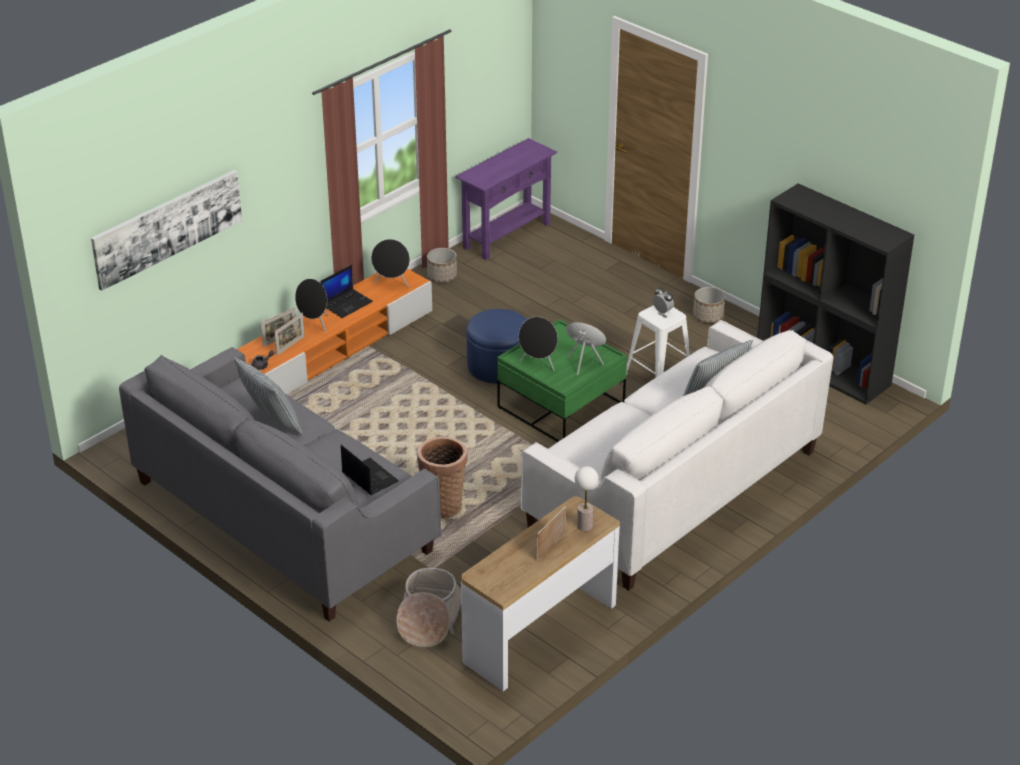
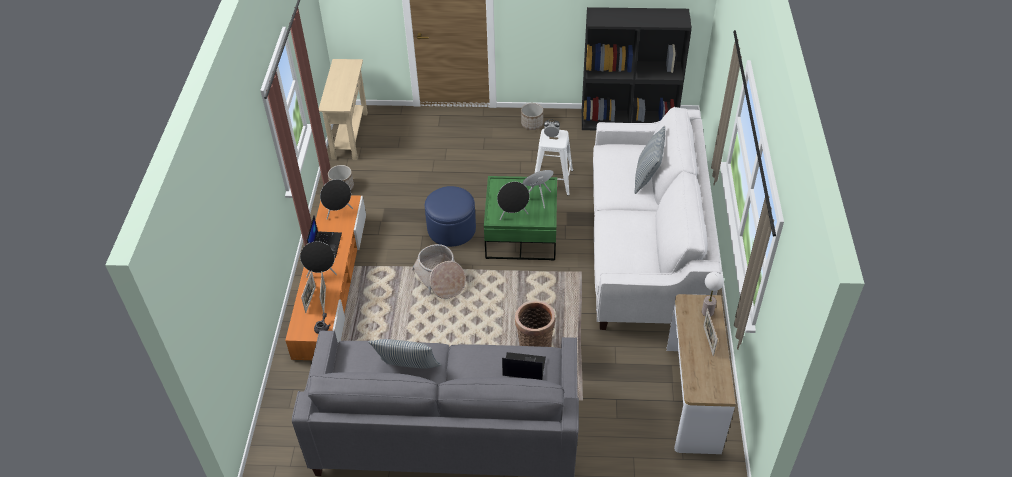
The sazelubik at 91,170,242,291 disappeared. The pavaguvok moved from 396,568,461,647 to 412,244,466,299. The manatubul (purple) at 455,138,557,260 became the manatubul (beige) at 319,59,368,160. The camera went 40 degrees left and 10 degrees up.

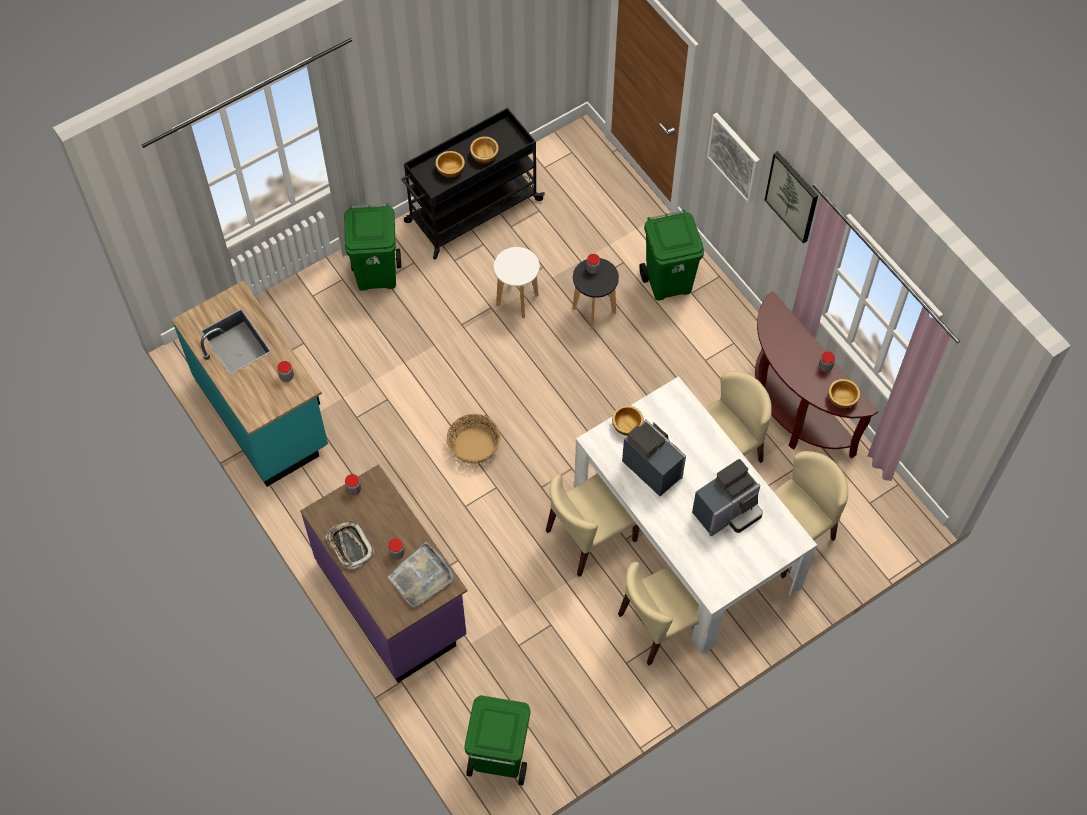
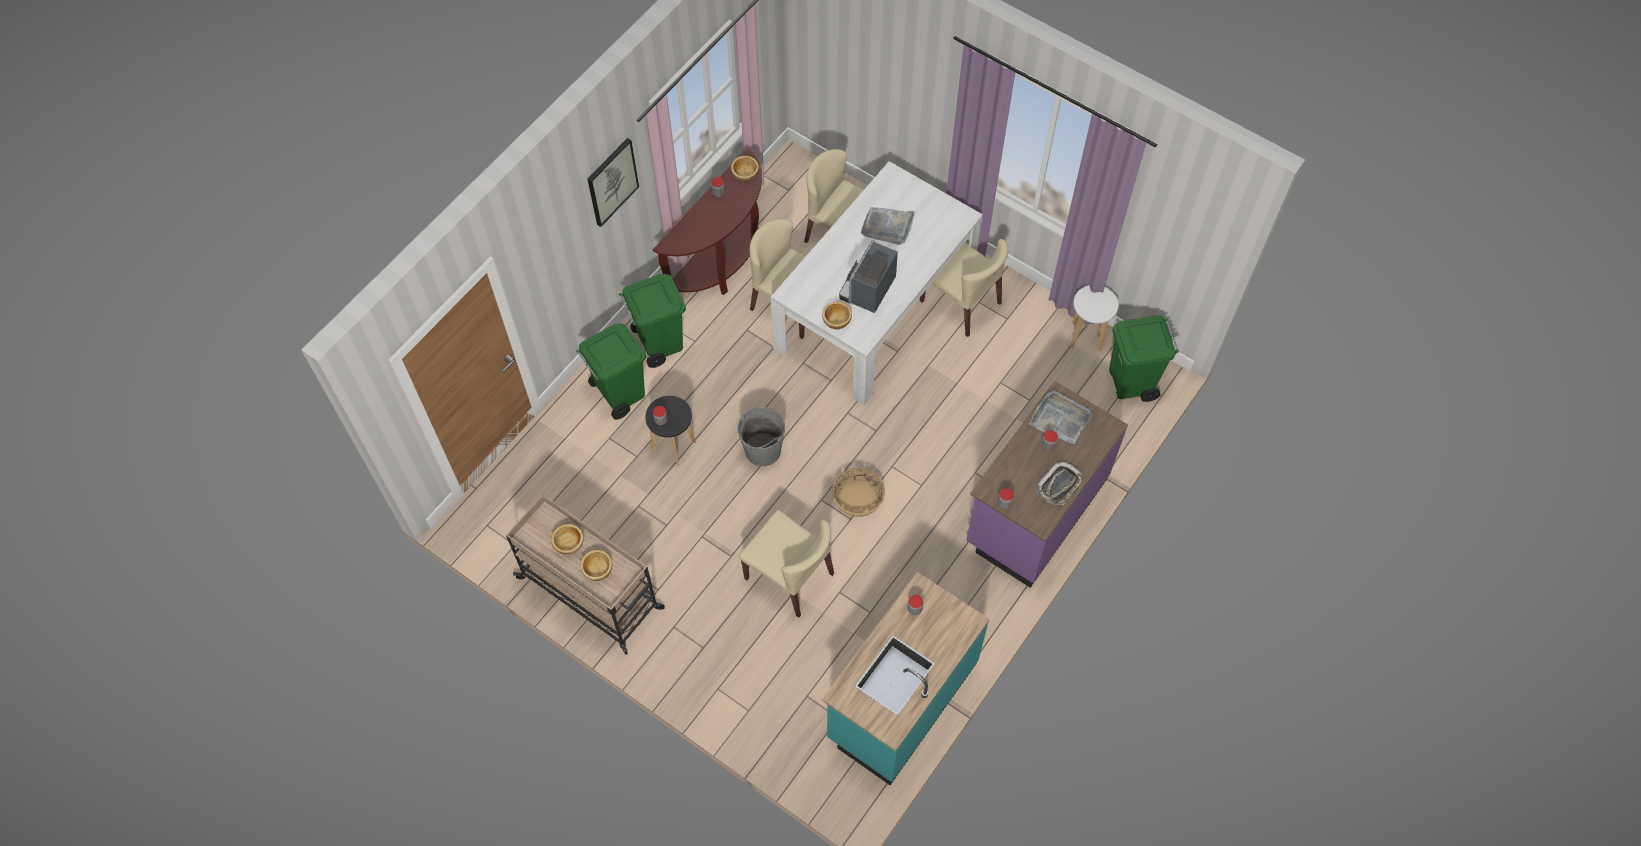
The sazelubik at 707,112,760,203 disappeared. The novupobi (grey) at 738,407,785,466 appeared. The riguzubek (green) moved from 344,204,401,291 to 619,274,686,368. The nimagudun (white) moved from 494,247,540,318 to 1070,285,1119,351. The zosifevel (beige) moved from 546,473,639,577 to 739,510,834,618. The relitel at 692,459,763,536 was replaced by the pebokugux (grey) at 861,207,915,245. The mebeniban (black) at 401,108,545,260 became the mebeniban (beige) at 506,494,665,655. The camera went 110 degrees left and 0 degrees up.

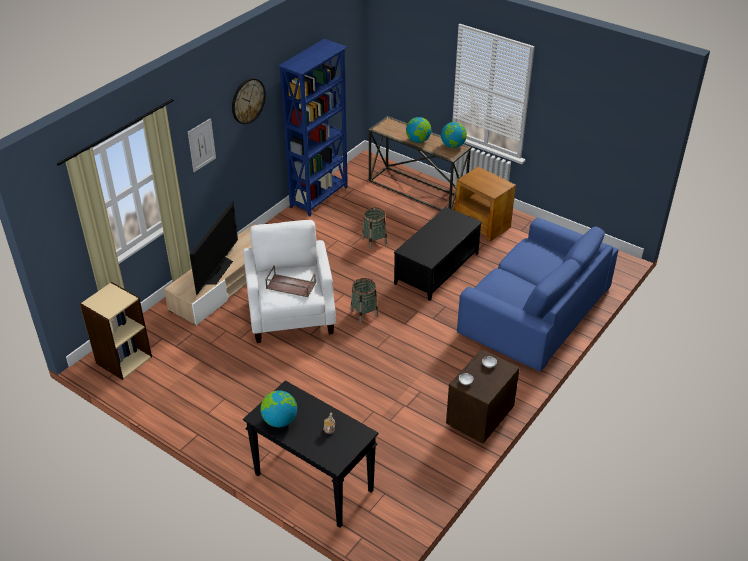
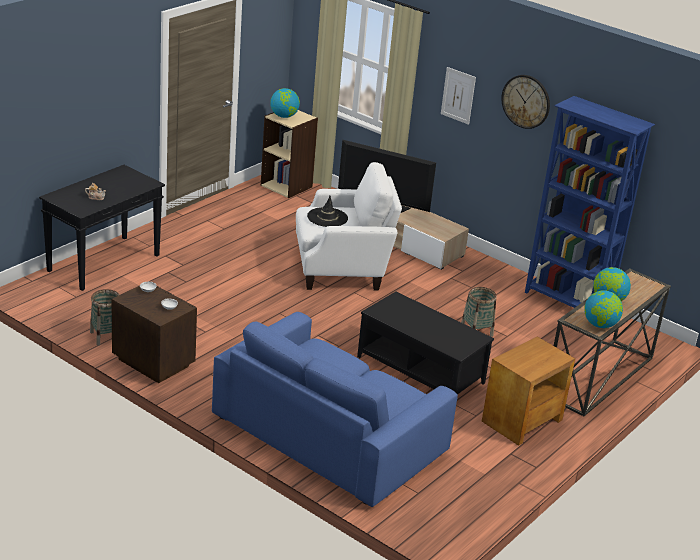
The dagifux moved from 261,390,297,427 to 270,88,300,118. The pavaguvok moved from 350,278,378,323 to 90,289,120,346. The pebokugux (brown) at 265,265,316,297 was replaced by the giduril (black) at 307,196,348,227. The camera went 90 degrees right and 10 degrees down.

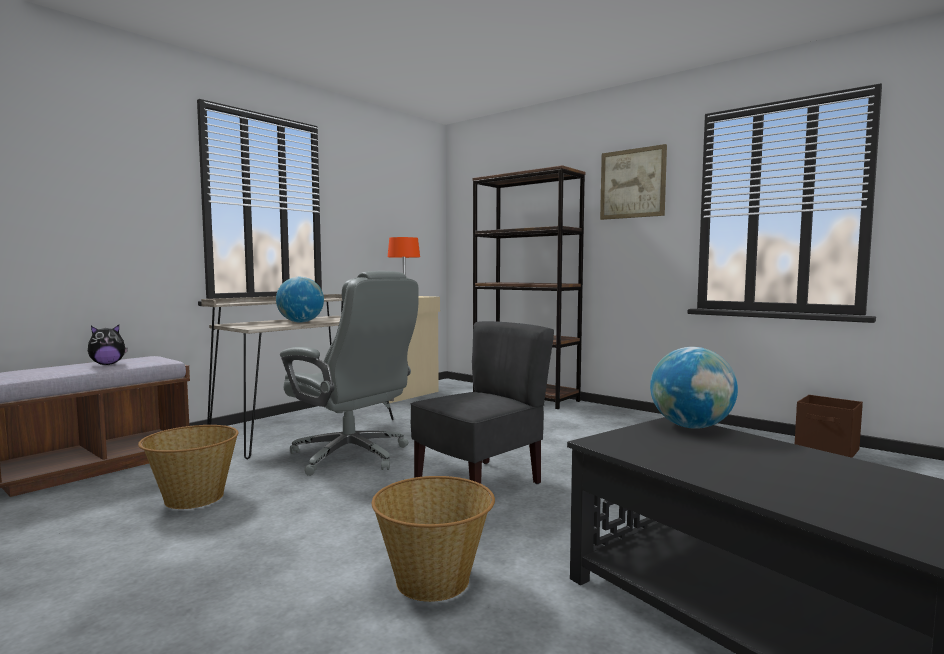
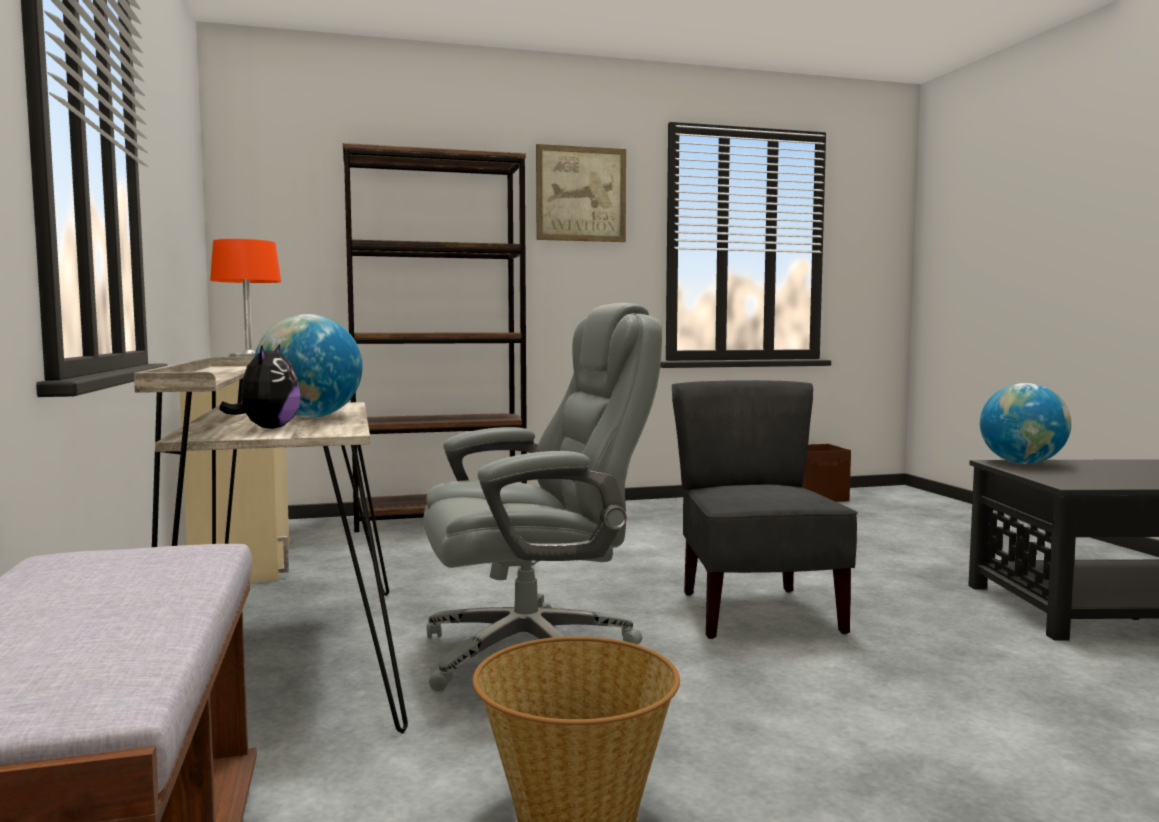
The pavaguvok at 372,476,495,602 disappeared. The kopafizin moved from 88,325,128,365 to 219,344,301,429. The camera went 55 degrees left and 0 degrees up.

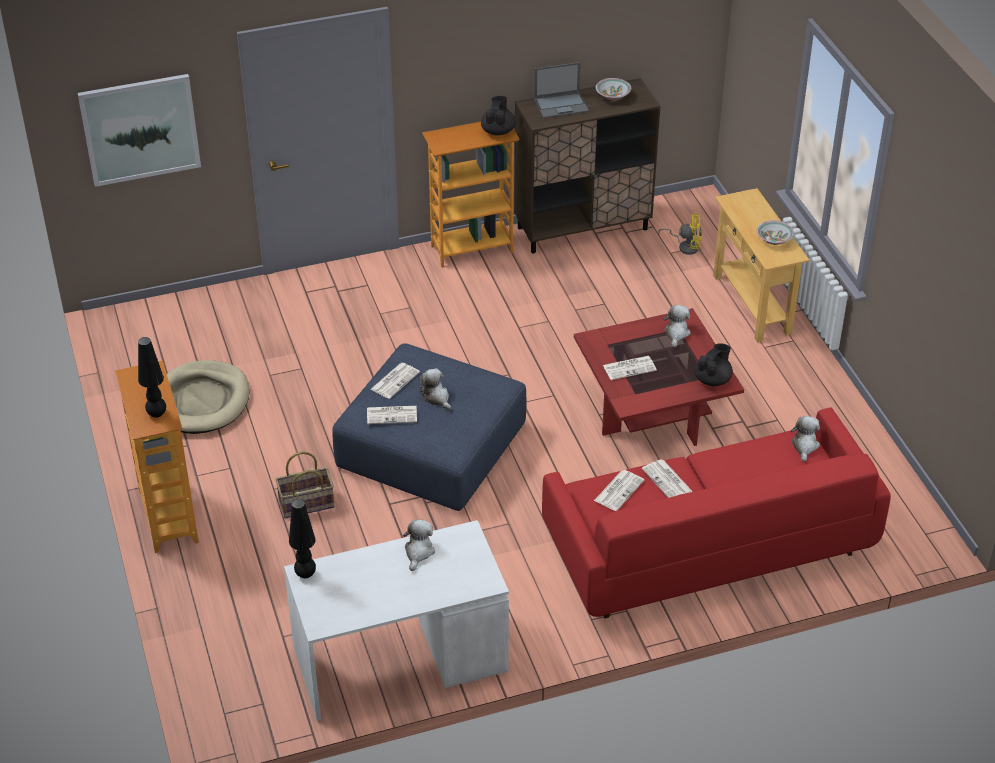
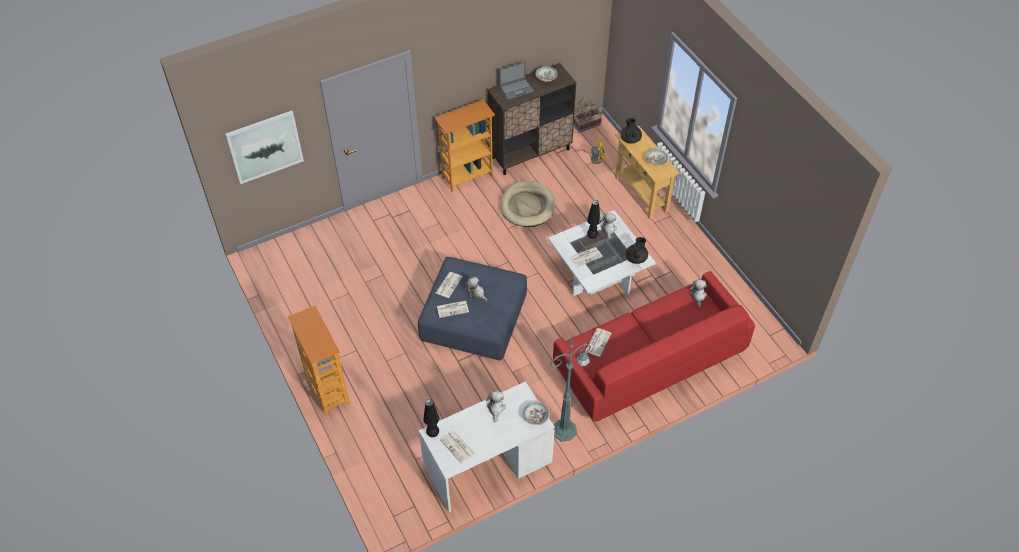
The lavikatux at 523,402,550,425 appeared. The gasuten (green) at 550,339,591,442 appeared. The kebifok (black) moved from 138,337,166,418 to 587,200,601,239. The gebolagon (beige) moved from 167,360,250,434 to 501,181,555,227. The pavaguvok moved from 275,452,334,518 to 574,98,603,133. The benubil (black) moved from 481,96,516,136 to 621,118,642,144. The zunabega moved from 642,460,693,498 to 440,431,475,463. The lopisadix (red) at 574,308,744,446 became the lopisadix (white) at 548,210,656,296. The camera went 10 degrees left and 10 degrees up.

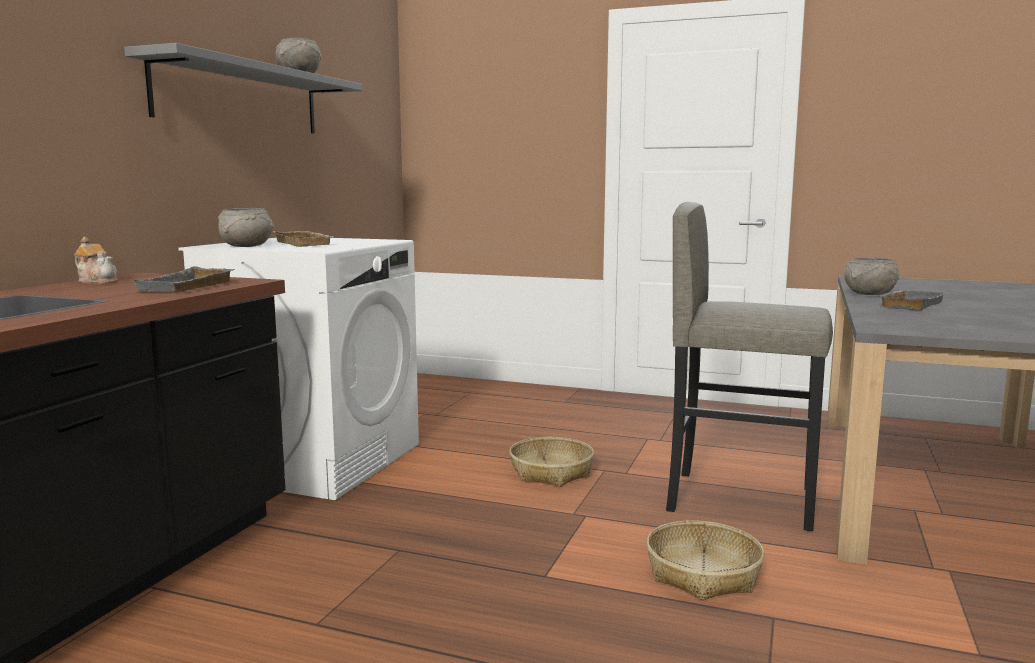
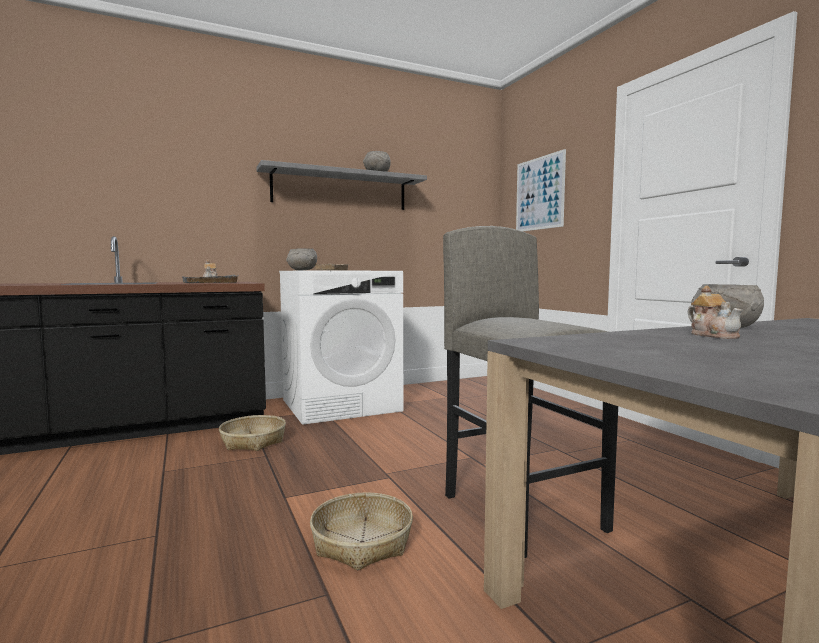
The sazelubik at 516,149,566,231 appeared. The pavaguvok moved from 509,437,594,487 to 219,415,286,451. The pebokugux (grey) at 880,290,946,310 was replaced by the benubil at 688,285,743,339. The camera went 45 degrees right and 5 degrees down.

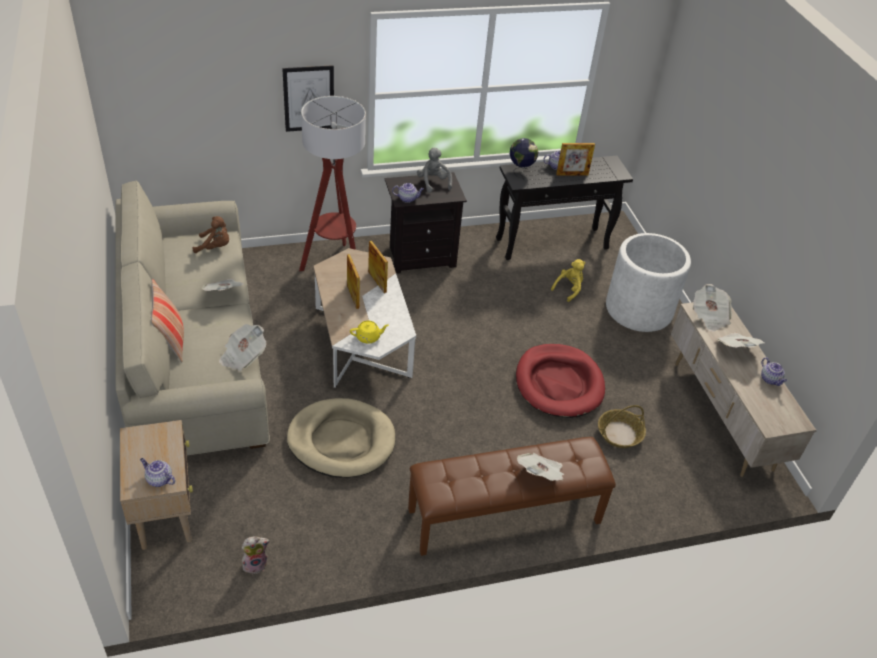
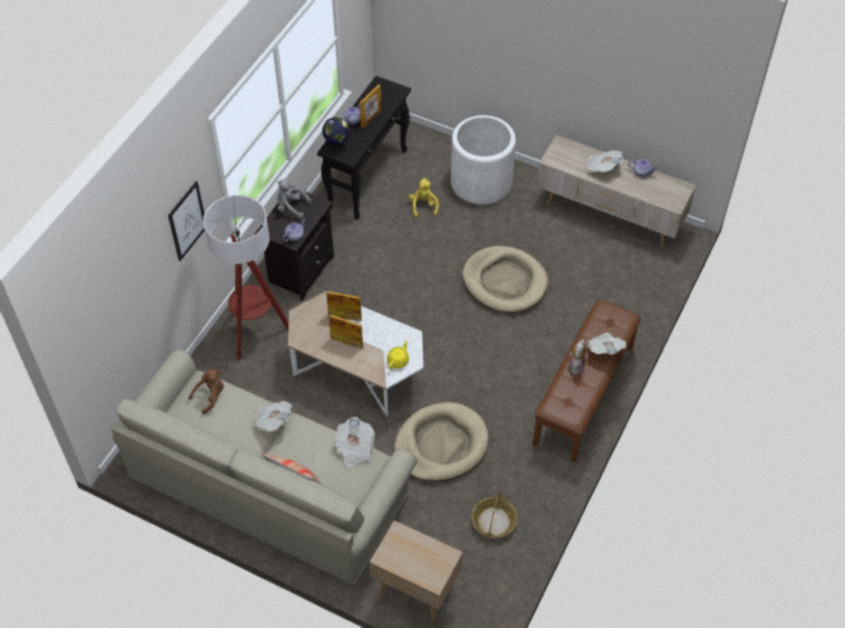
The benubil at 140,458,175,487 disappeared. The zunabega at 693,284,732,332 disappeared. The kopafizin moved from 241,536,270,574 to 569,339,586,374. The pavaguvok moved from 598,405,646,448 to 472,492,517,538. The gebolagon (red) at 516,344,605,418 became the gebolagon (beige) at 462,246,548,313. The camera went 45 degrees left and 10 degrees up.

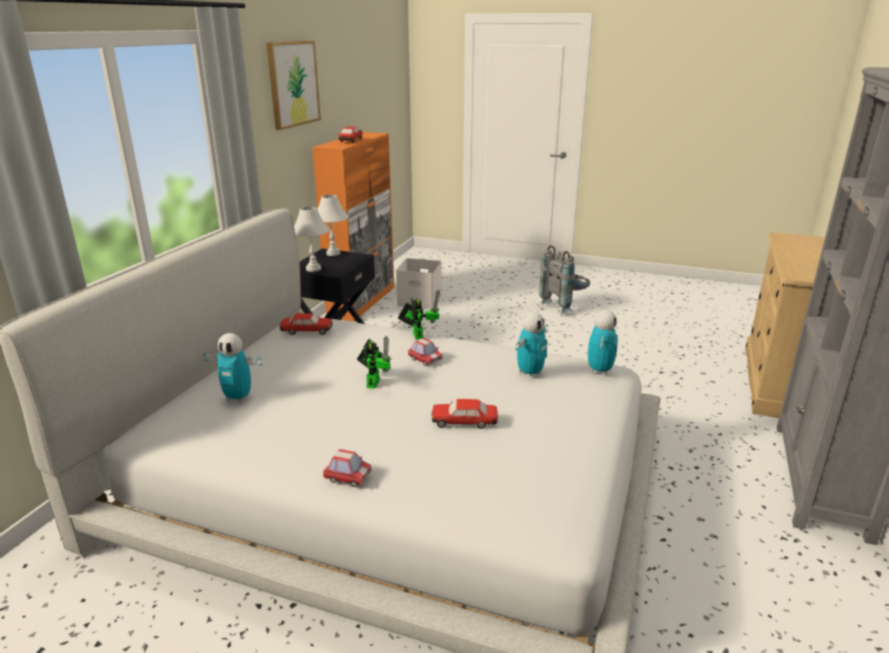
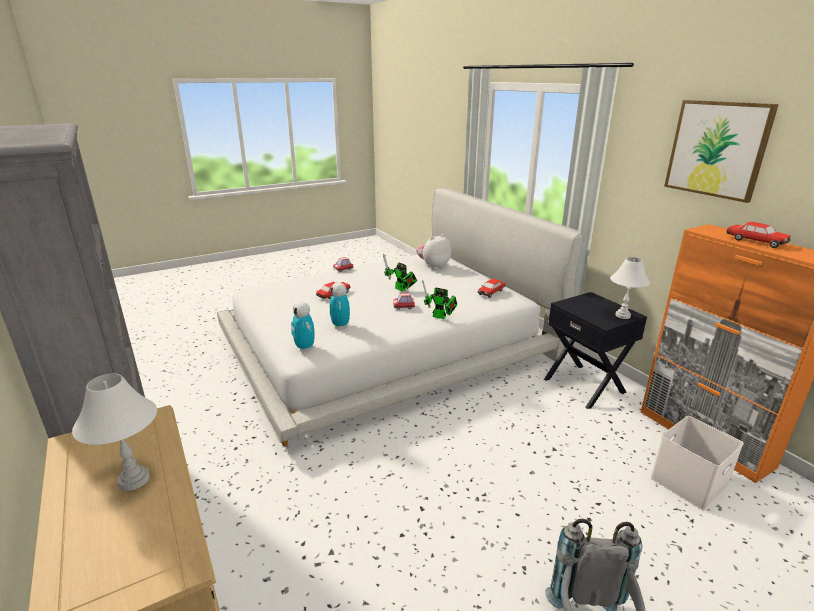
The kebifok (white) moved from 294,206,330,272 to 72,374,157,491. The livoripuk at 203,333,262,402 was replaced by the kopafizin at 416,234,451,269. The camera went 130 degrees right and 0 degrees up.

